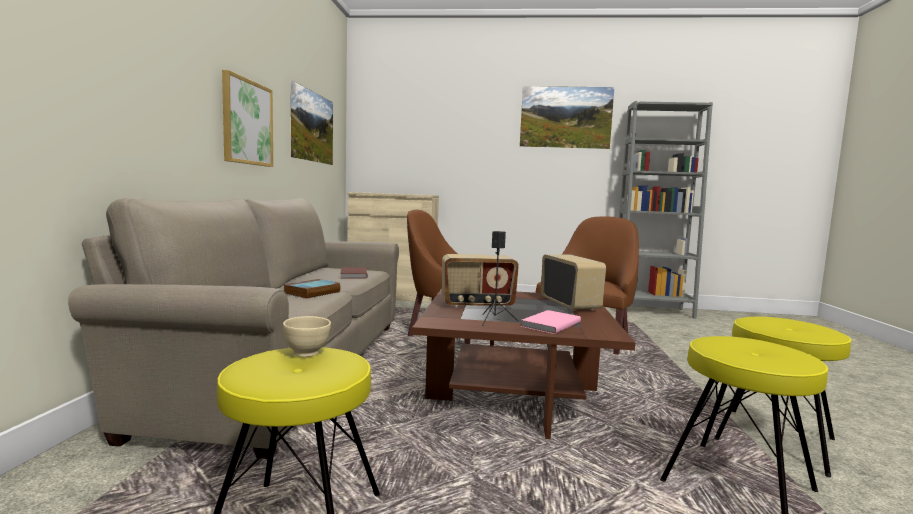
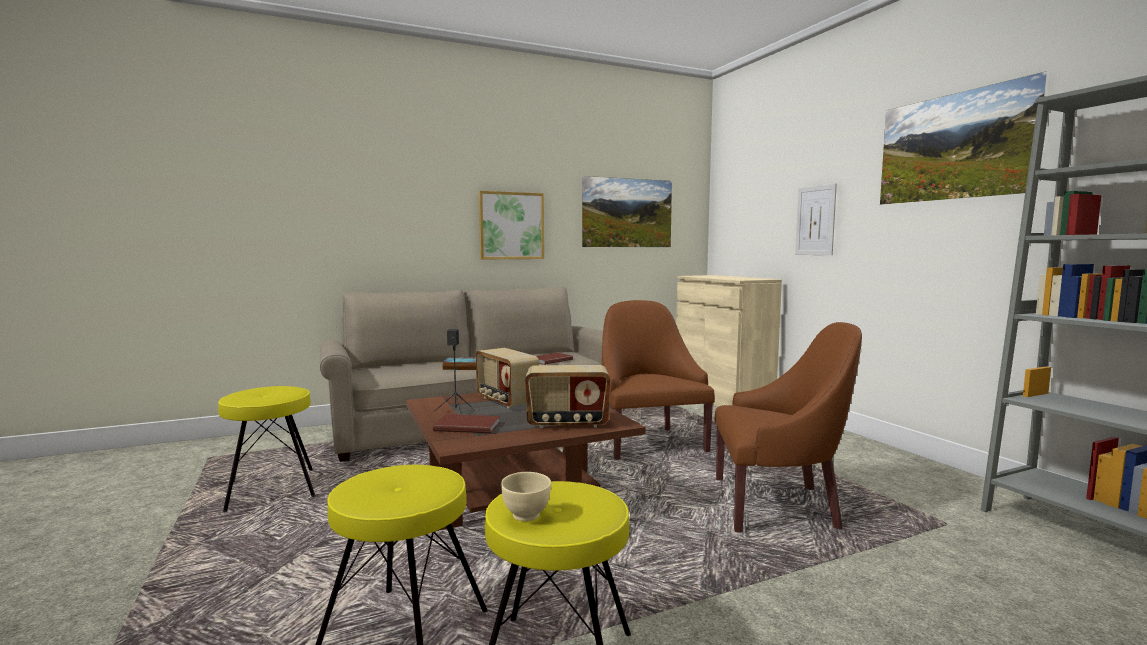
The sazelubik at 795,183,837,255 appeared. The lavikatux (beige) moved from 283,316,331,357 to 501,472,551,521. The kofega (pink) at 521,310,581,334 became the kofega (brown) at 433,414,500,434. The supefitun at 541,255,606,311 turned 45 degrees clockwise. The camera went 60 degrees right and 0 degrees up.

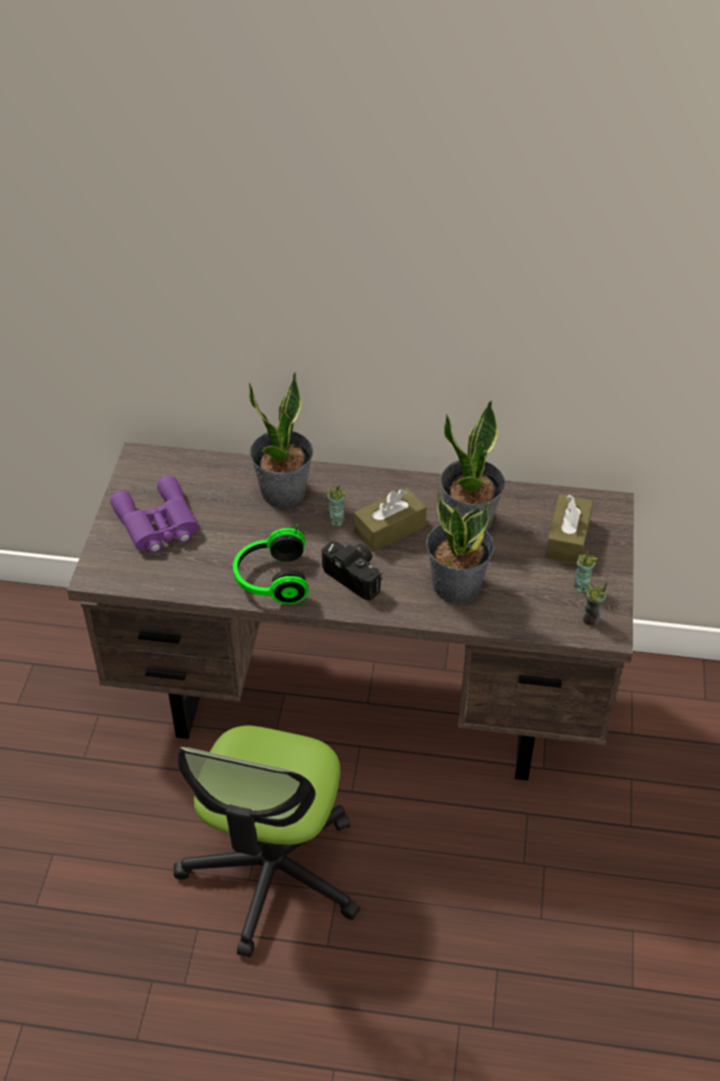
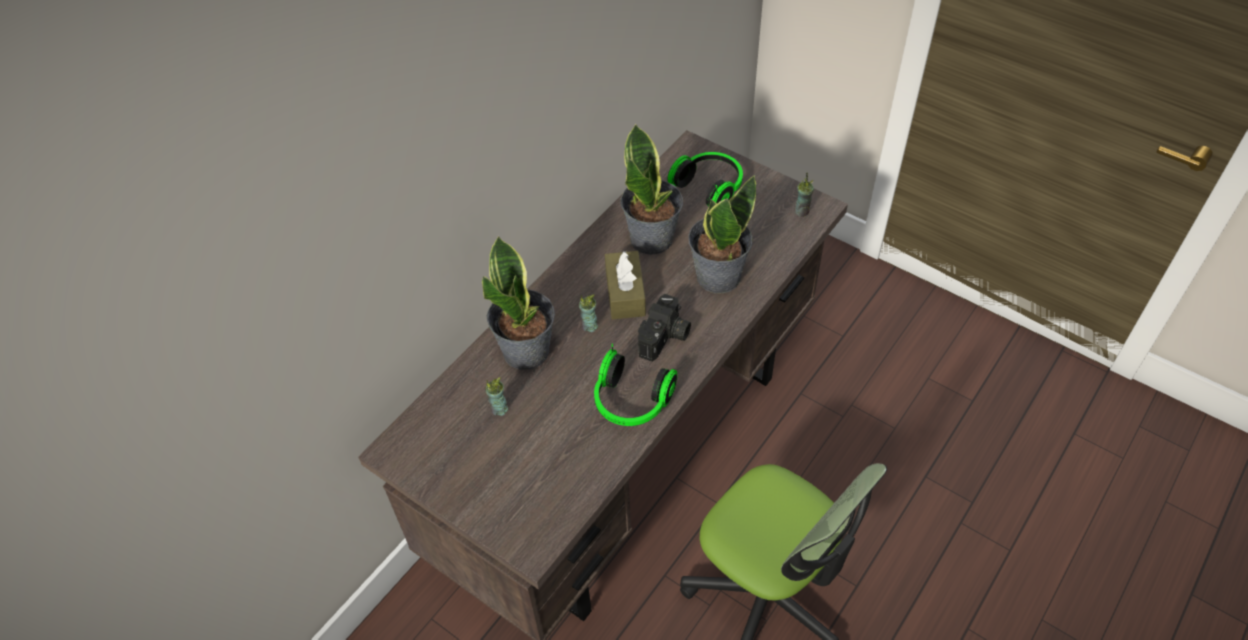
The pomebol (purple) at 110,476,199,554 disappeared. The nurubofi moved from 574,551,597,593 to 485,377,508,416. The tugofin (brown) at 545,494,593,564 was replaced by the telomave at 667,152,743,206. The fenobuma at 322,541,382,601 turned 135 degrees clockwise. The camera went 60 degrees left and 5 degrees up.

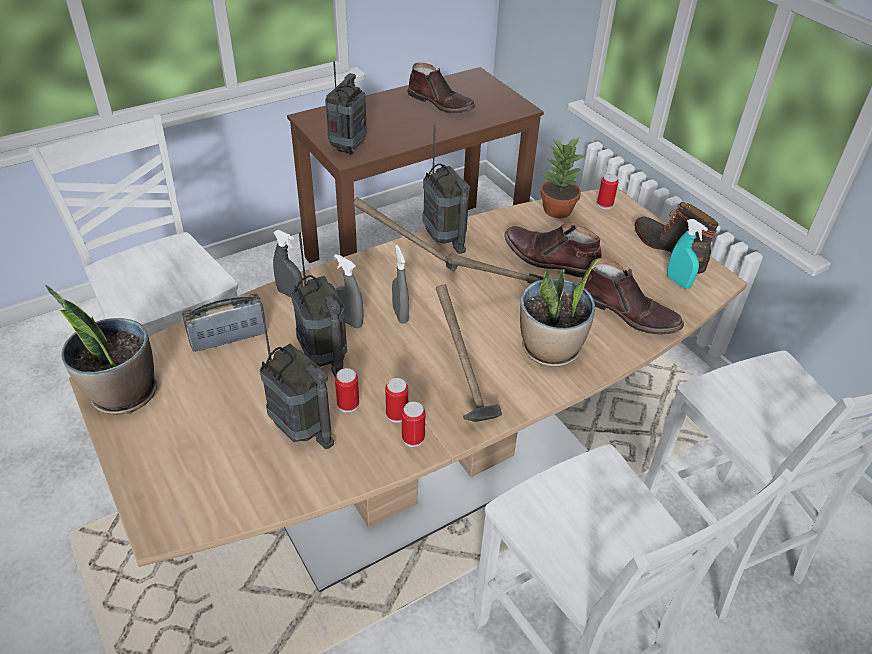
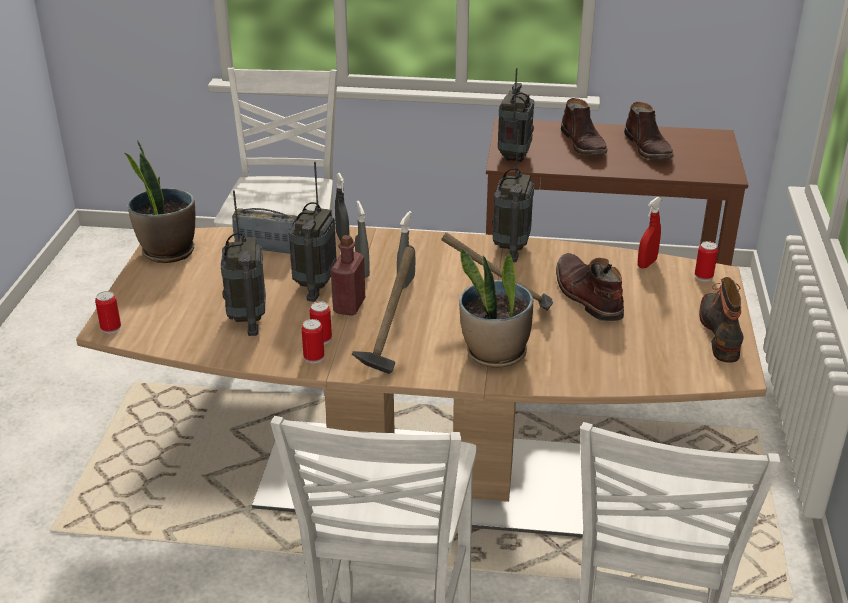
The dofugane at 352,197,458,272 disappeared. The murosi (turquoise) at 667,219,708,289 disappeared. The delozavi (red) at 331,235,365,316 appeared. The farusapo moved from 335,368,359,413 to 95,291,121,334. The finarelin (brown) moved from 583,258,684,335 to 561,98,607,155. The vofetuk at 540,138,585,218 was replaced by the murosi (red) at 638,197,662,269. The supefitun at 325,61,367,155 turned 45 degrees counterclockwise. The camera went 40 degrees right and 10 degrees down.

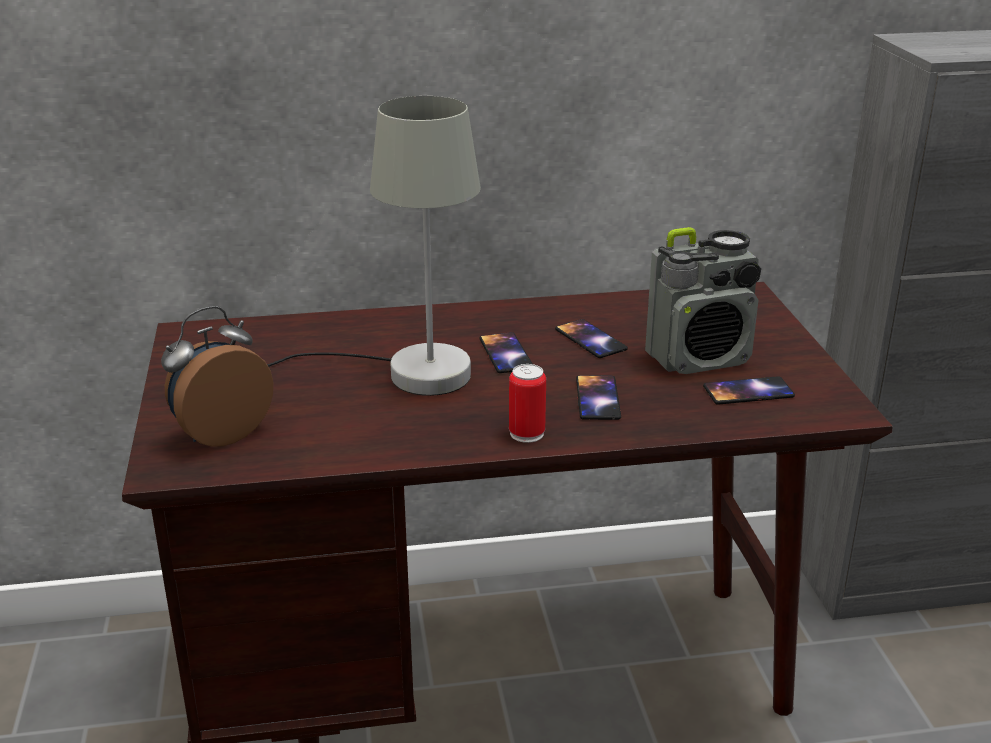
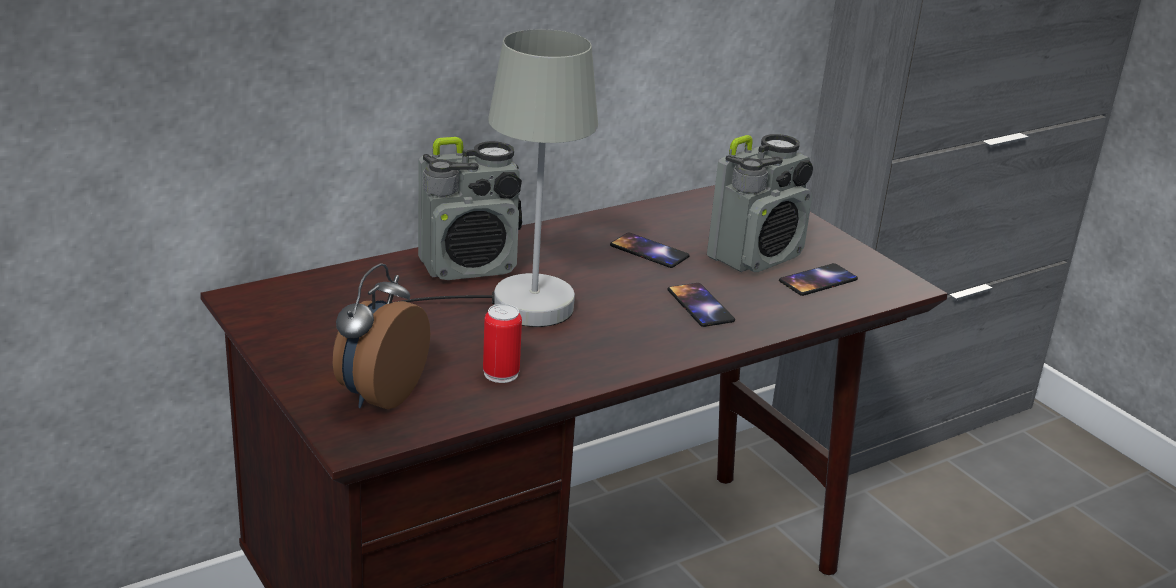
The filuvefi at 479,332,533,373 disappeared. The supefitun at 418,137,522,280 appeared. The farusapo moved from 509,364,546,443 to 483,304,522,383. The camera went 25 degrees left and 0 degrees up.

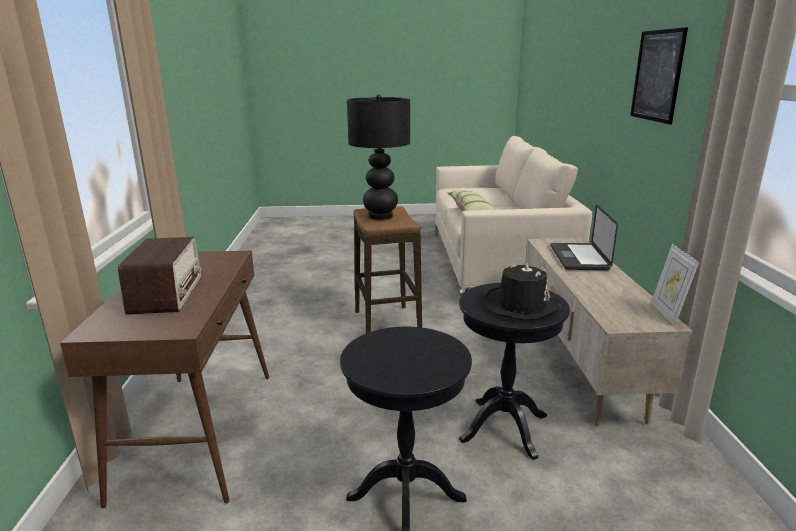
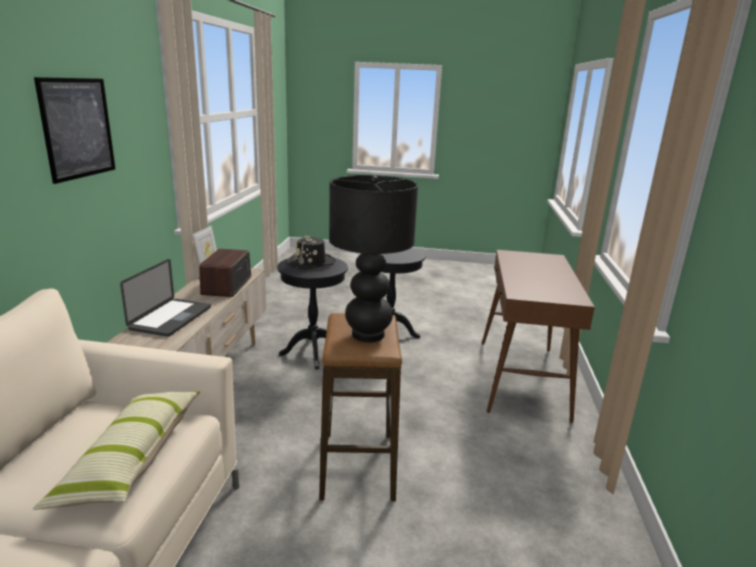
The supefitun moved from 118,237,201,315 to 199,249,251,297. The camera went 170 degrees left and 0 degrees up.

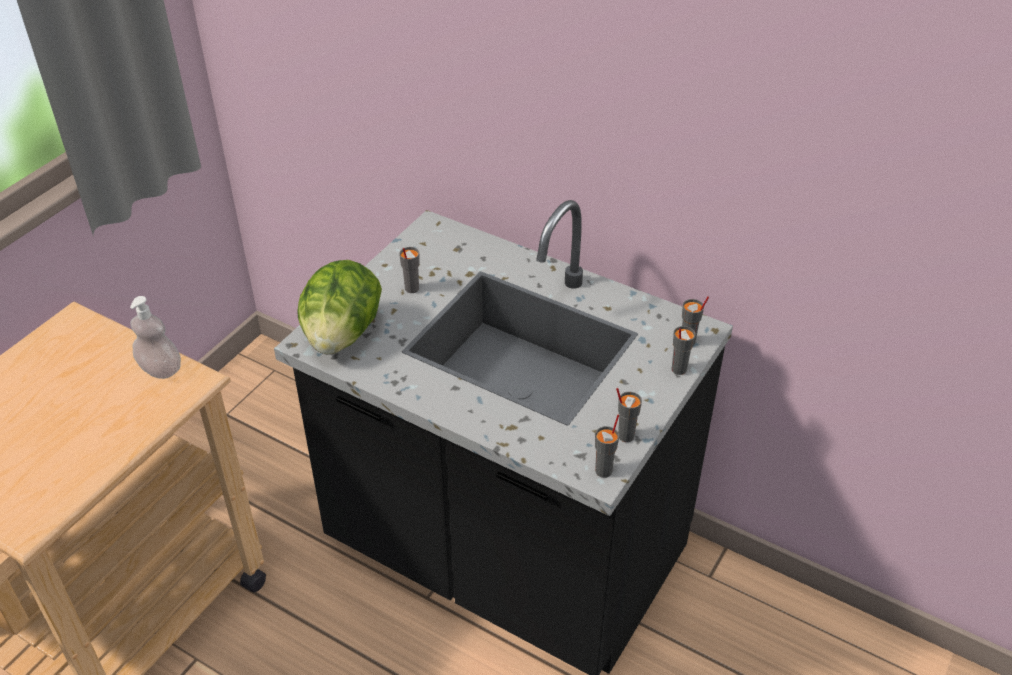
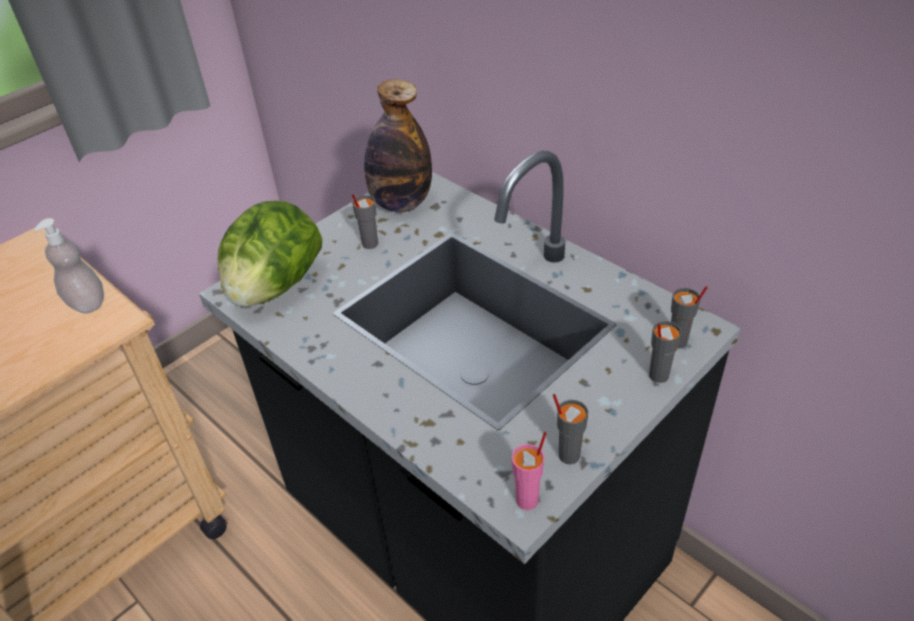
The delozavi at 364,79,432,212 appeared. The nurubofi (grey) at 595,415,619,478 became the nurubofi (pink) at 512,432,547,510. The camera went 15 degrees right and 0 degrees up.

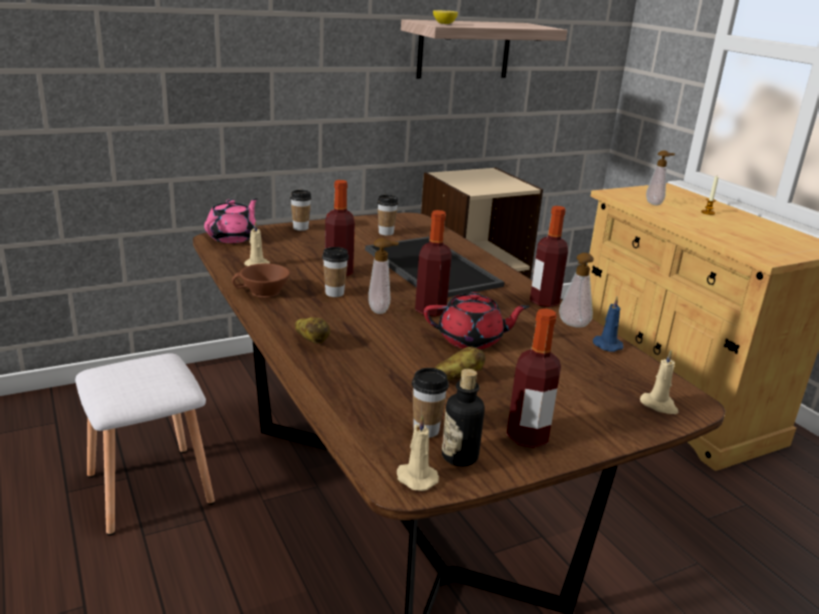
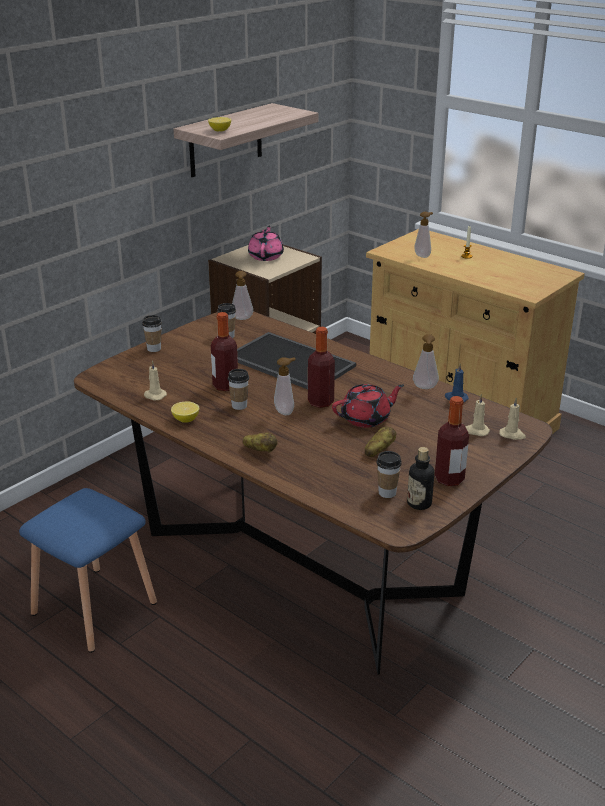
The delozavi at 530,206,568,307 disappeared. The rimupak at 232,271,253,320 appeared. The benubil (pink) moved from 204,198,258,243 to 248,225,284,261. The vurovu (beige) moved from 397,415,439,491 to 465,395,490,436. The nurubofi (brown) at 232,263,290,298 was replaced by the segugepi at 171,402,199,423. The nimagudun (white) at 75,353,215,536 became the nimagudun (blue) at 19,488,157,653. The camera went 20 degrees left and 5 degrees up.

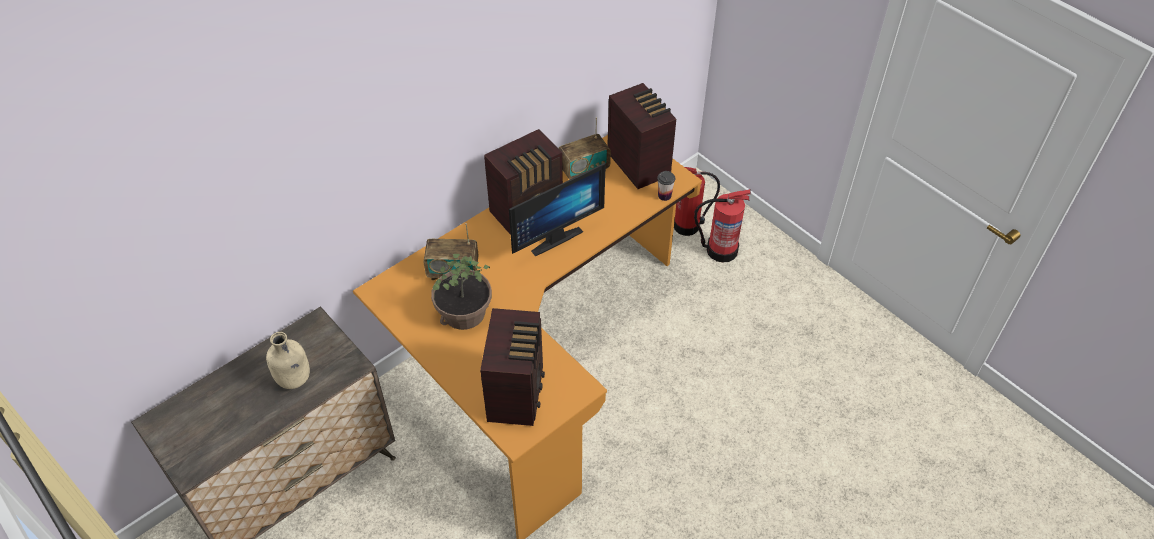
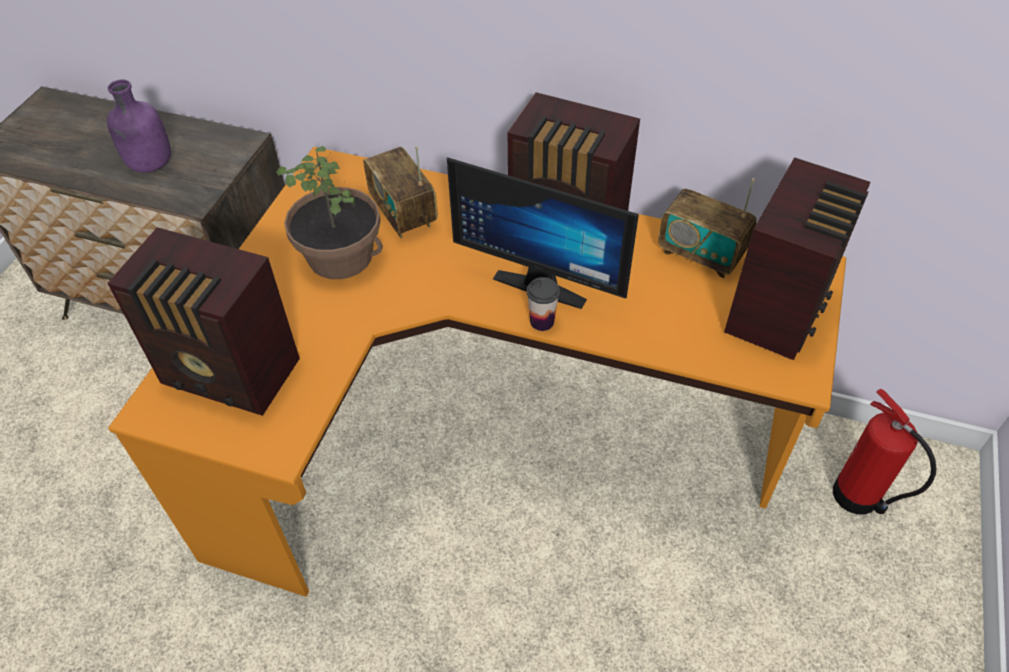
The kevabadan at 694,189,751,262 disappeared. The nurubofi moved from 657,171,675,201 to 527,277,560,331. The delozavi (beige) at 266,332,310,389 became the delozavi (purple) at 107,79,171,172. The supefitun at 480,308,545,426 turned 45 degrees clockwise. The camera went 60 degrees right and 0 degrees up.

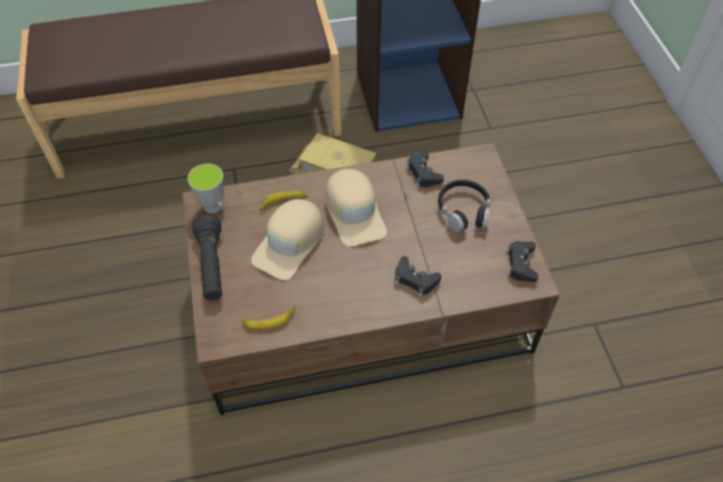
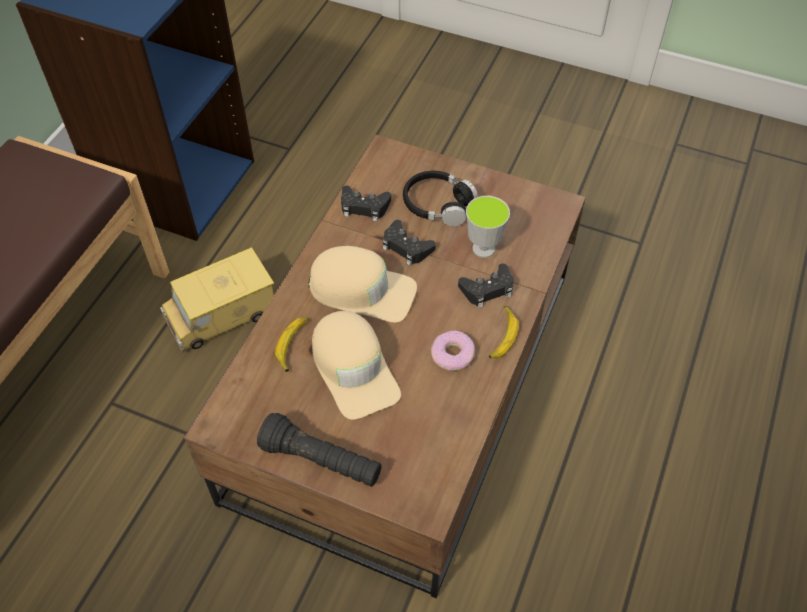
The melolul at 431,331,475,371 appeared. The nurubofi moved from 187,163,224,214 to 466,196,510,258. The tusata moved from 242,306,295,329 to 489,306,519,358. The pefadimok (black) moved from 506,241,539,282 to 383,220,436,266. The camera went 55 degrees left and 0 degrees up.

